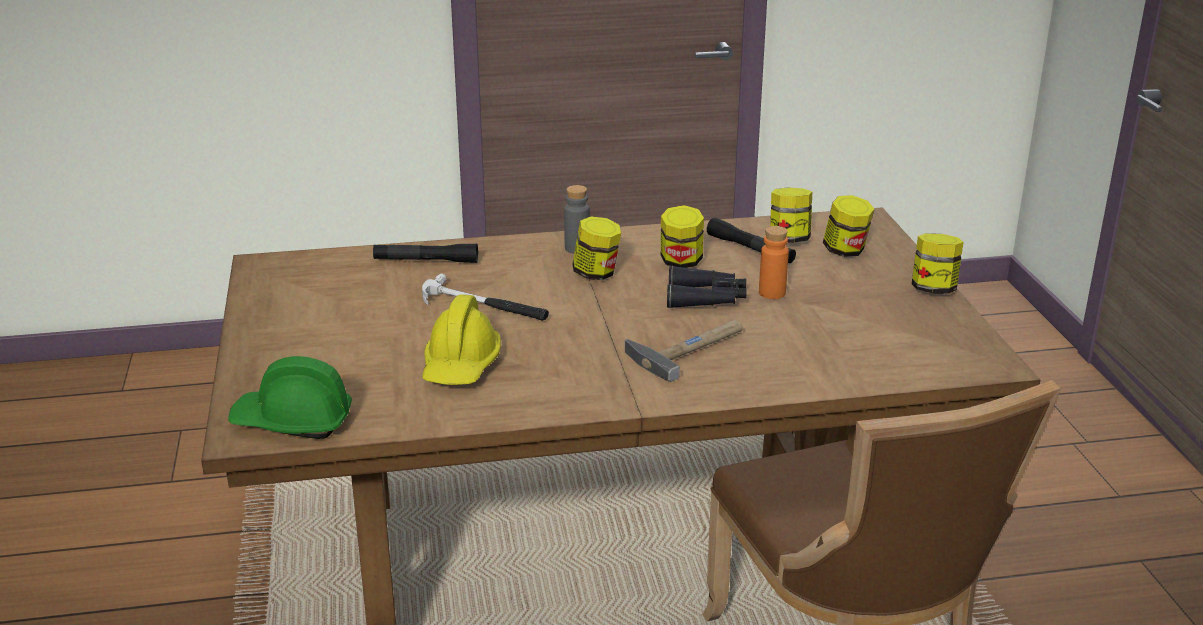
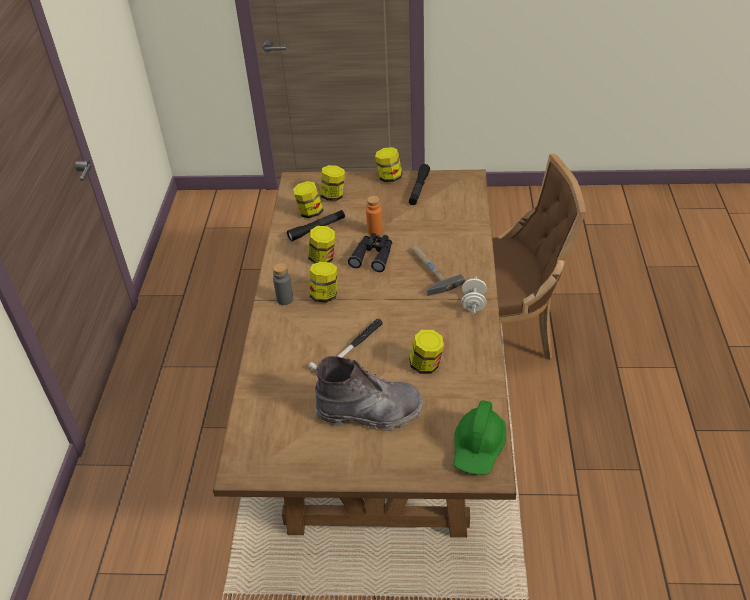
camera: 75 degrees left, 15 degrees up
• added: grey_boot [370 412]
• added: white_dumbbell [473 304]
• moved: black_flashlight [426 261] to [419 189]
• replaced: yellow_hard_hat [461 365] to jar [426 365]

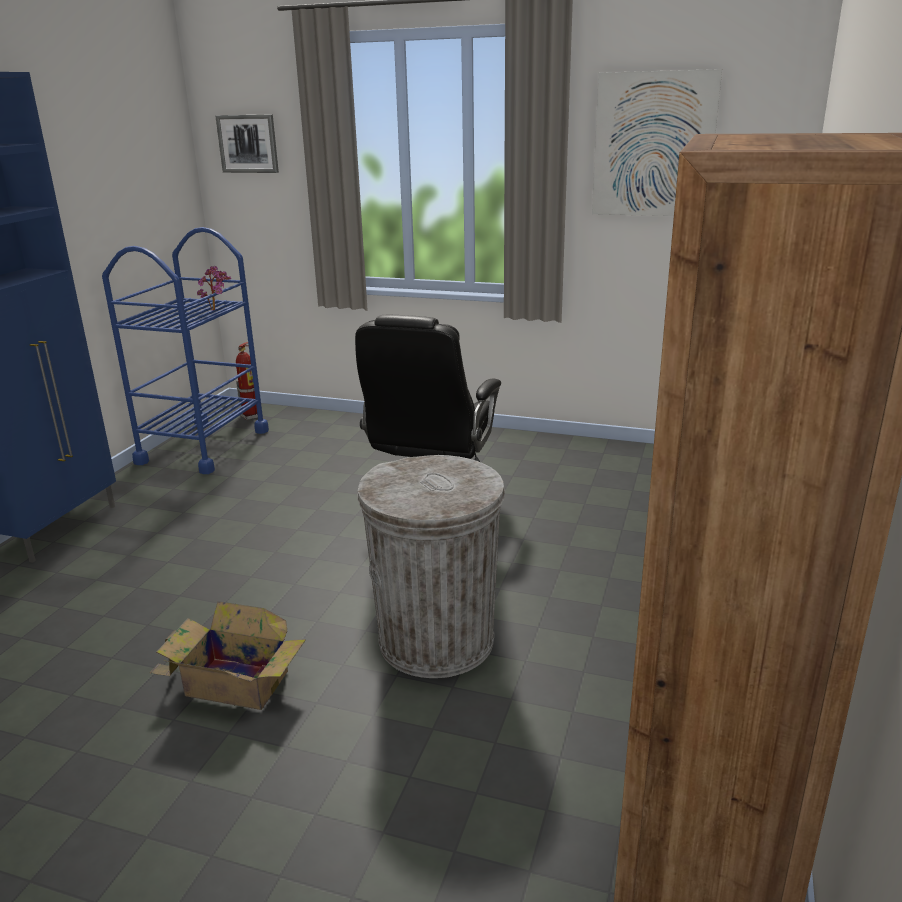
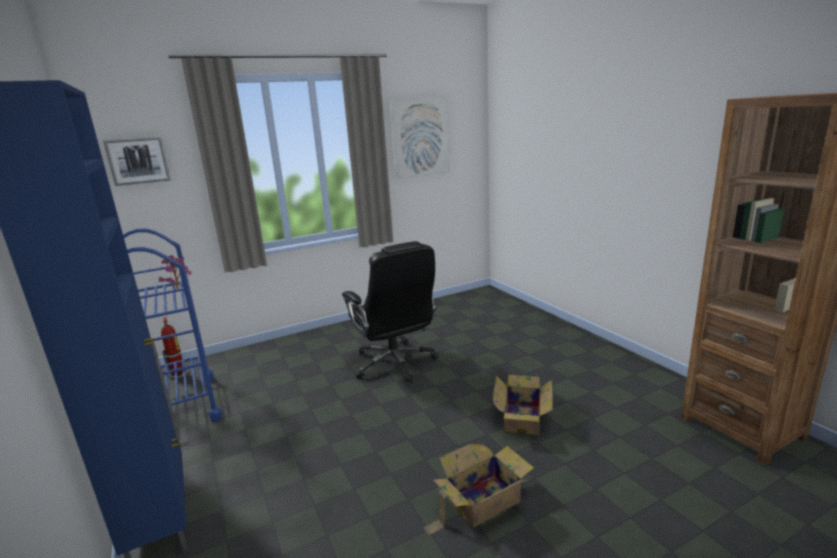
camera: 45 degrees left, 5 degrees down
• replaced: grey_trash_can [436 640] to cardboard_box [523 417]

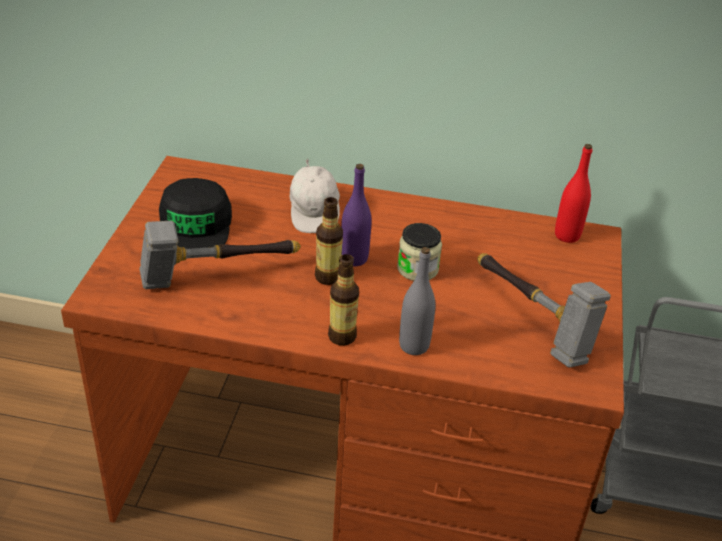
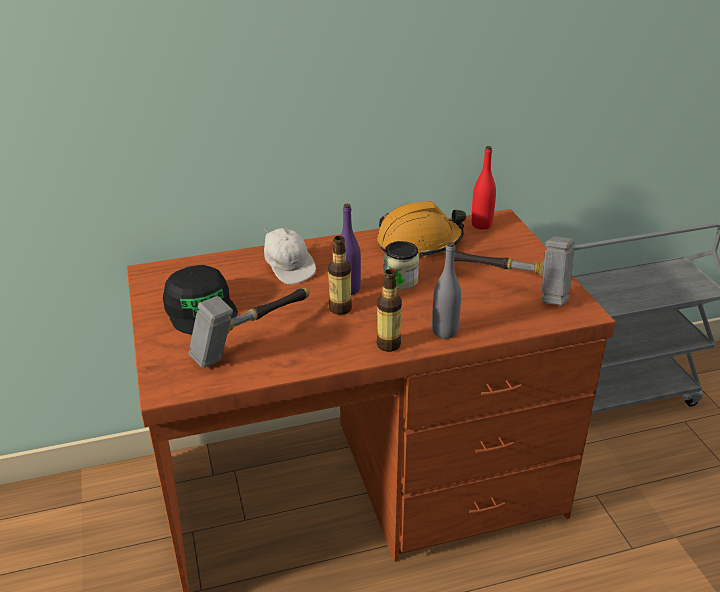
camera: 25 degrees left, 5 degrees down
• added: orange_hard_hat [419 242]

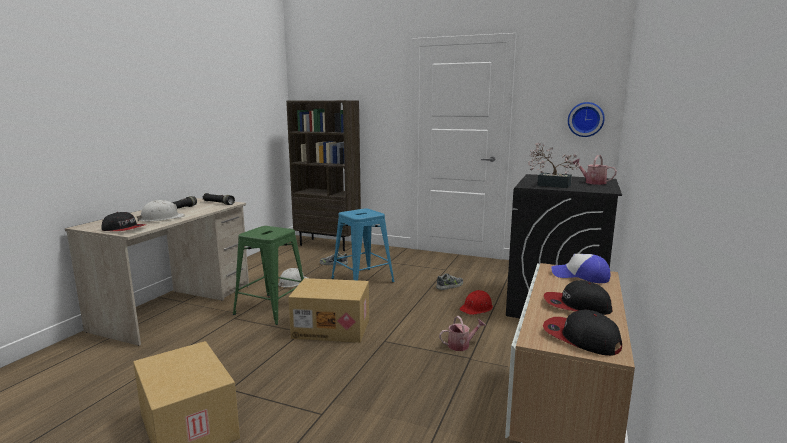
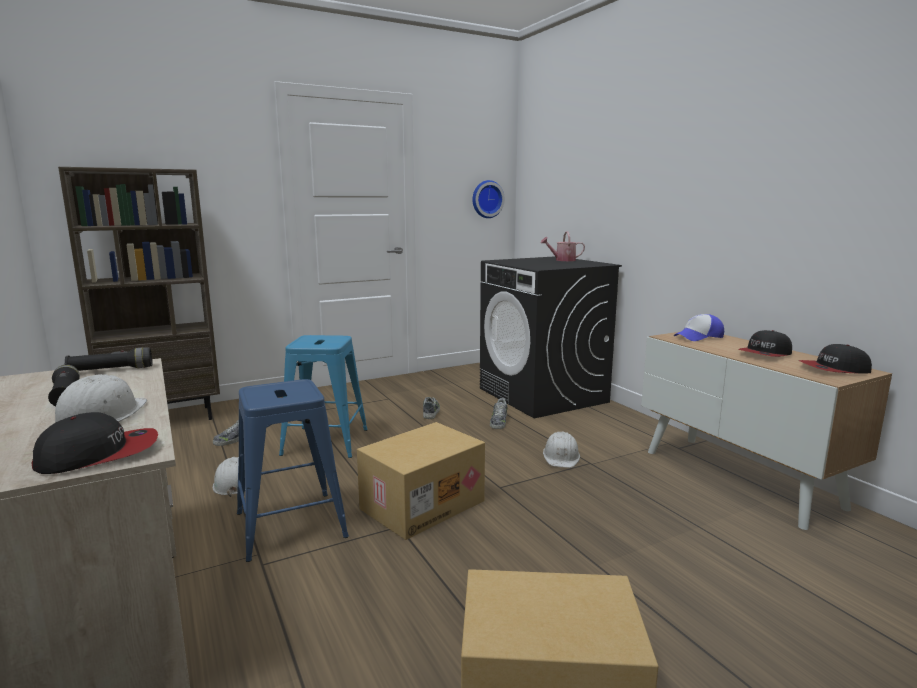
camera: 50 degrees left, 0 degrees up
• removed: potted_plant [549 185]
• replaced: watering_can [461 345] to white_hard_hat [561 456]
• replaced: red_hard_hat [477 308] to shoe [498 421]
• recoloured: green_stool [272 309] to blue_stool [290 524]

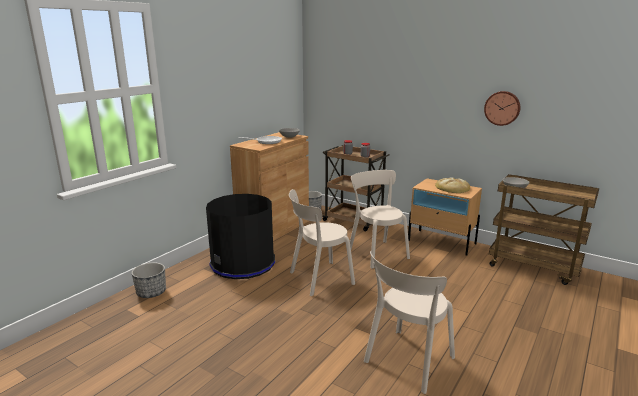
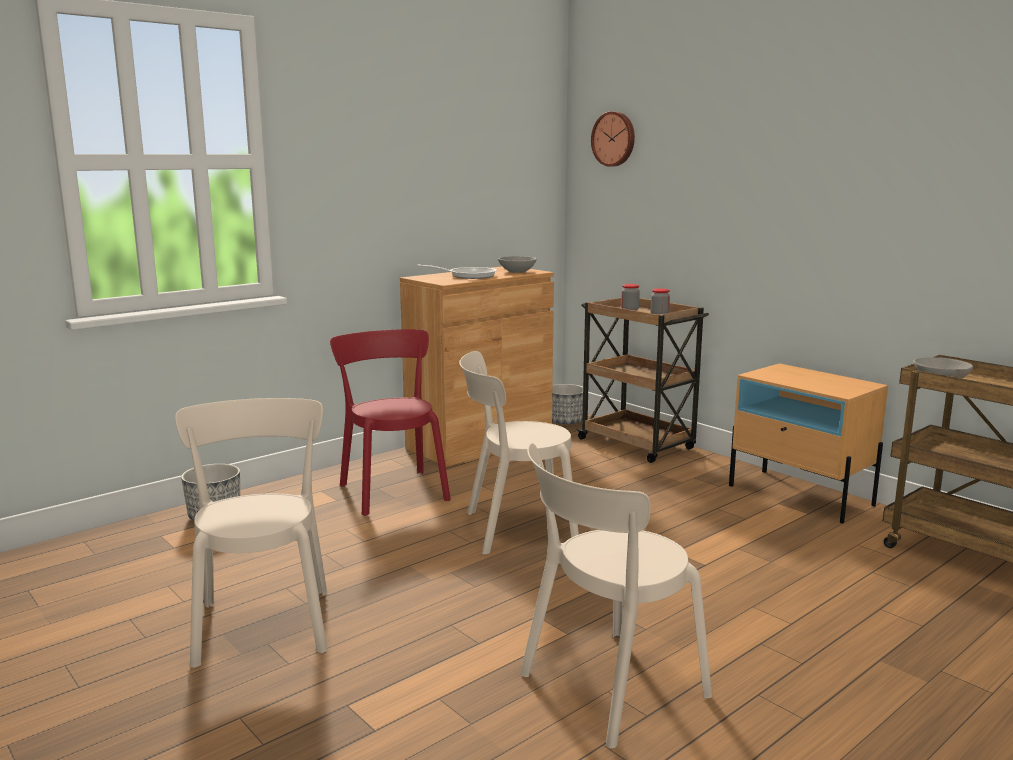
camera: 15 degrees right, 5 degrees down
• removed: bread [452 188]
• moved: beige_chair [376 253] to [264 622]
• moved: wall_clock [502 108] to [614 139]
• replaced: black_trash_can [243 263] to red_chair [392 490]

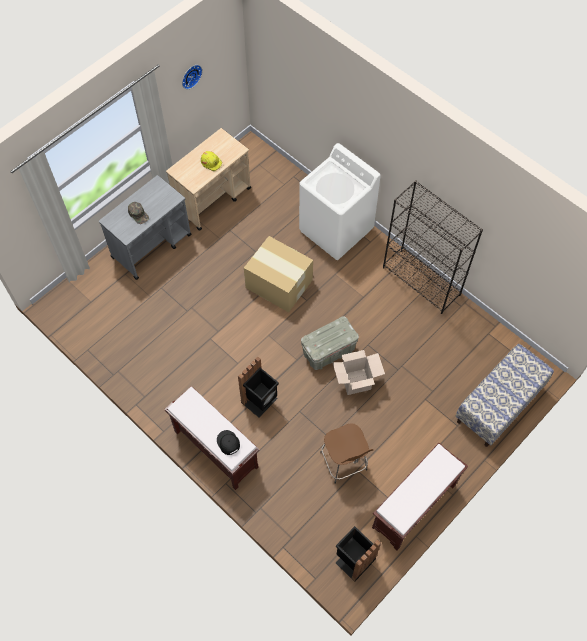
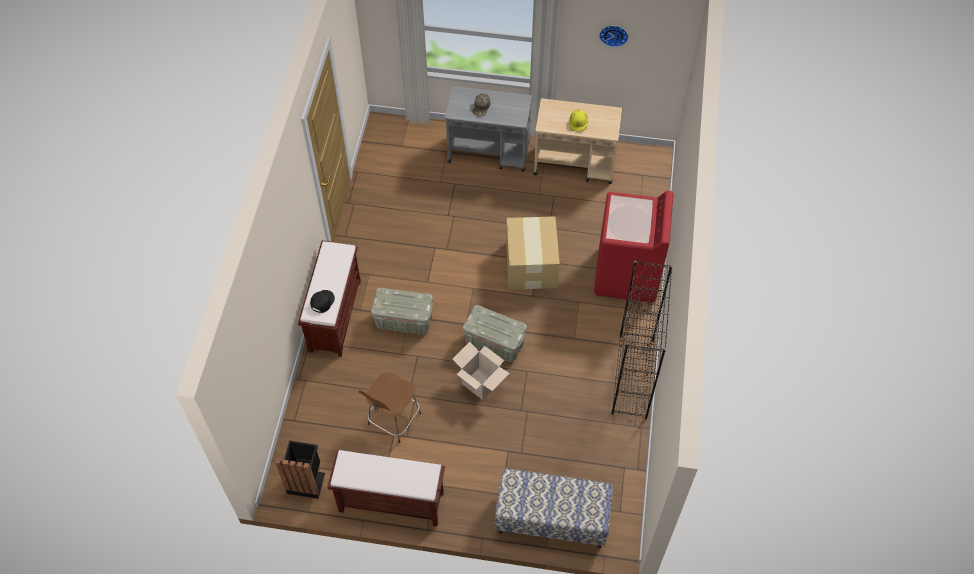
camera: 55 degrees right, 5 degrees down
• replaced: black_trash_can [260 401] to grey_storage_box [404 321]
• recoloured: white_washing_machine [336 230] to red_washing_machine [627 275]

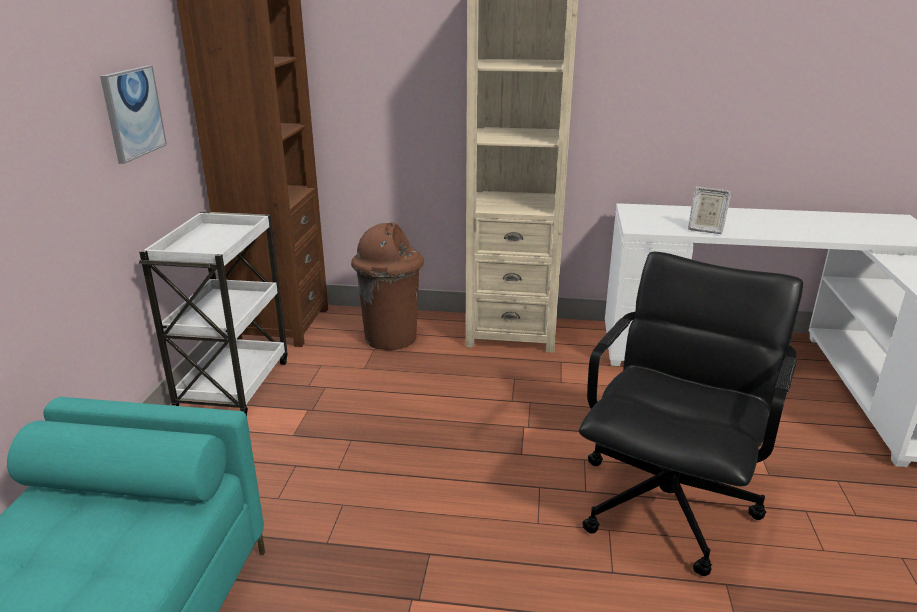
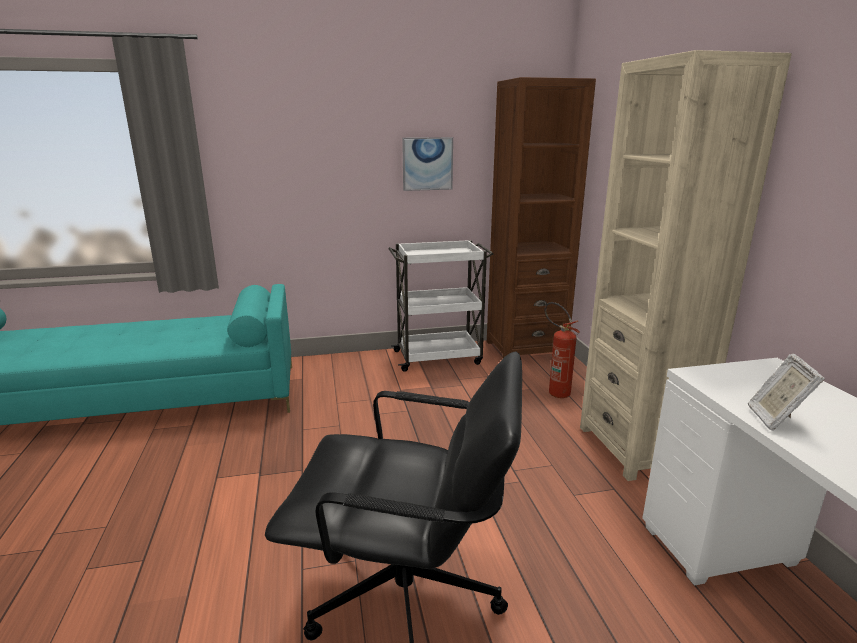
camera: 70 degrees right, 5 degrees down
• replaced: brown_trash_can [391 338] to fire_extinguisher [554 391]

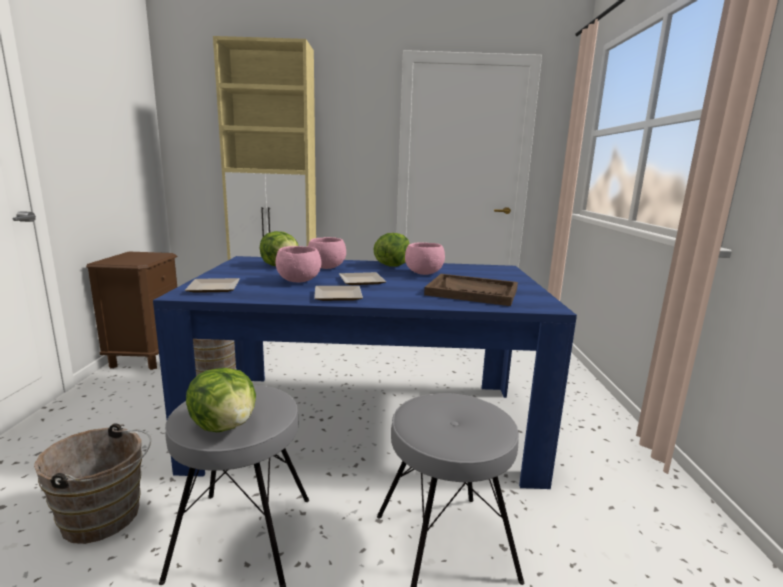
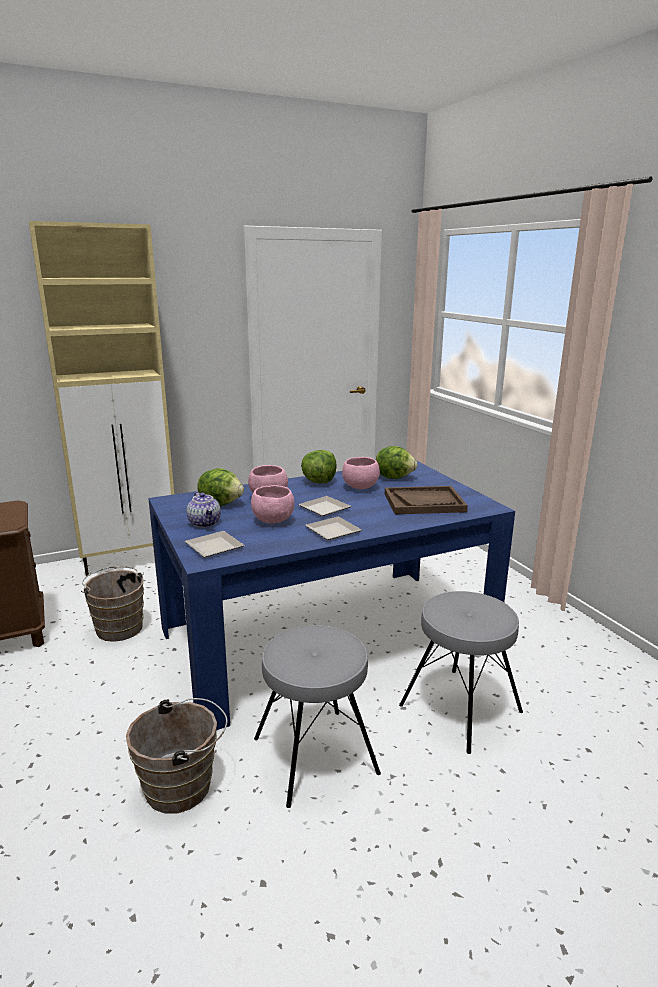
camera: 25 degrees left, 5 degrees up
• added: teapot [205 523]
• moved: lettuce [225 425] to [394 477]

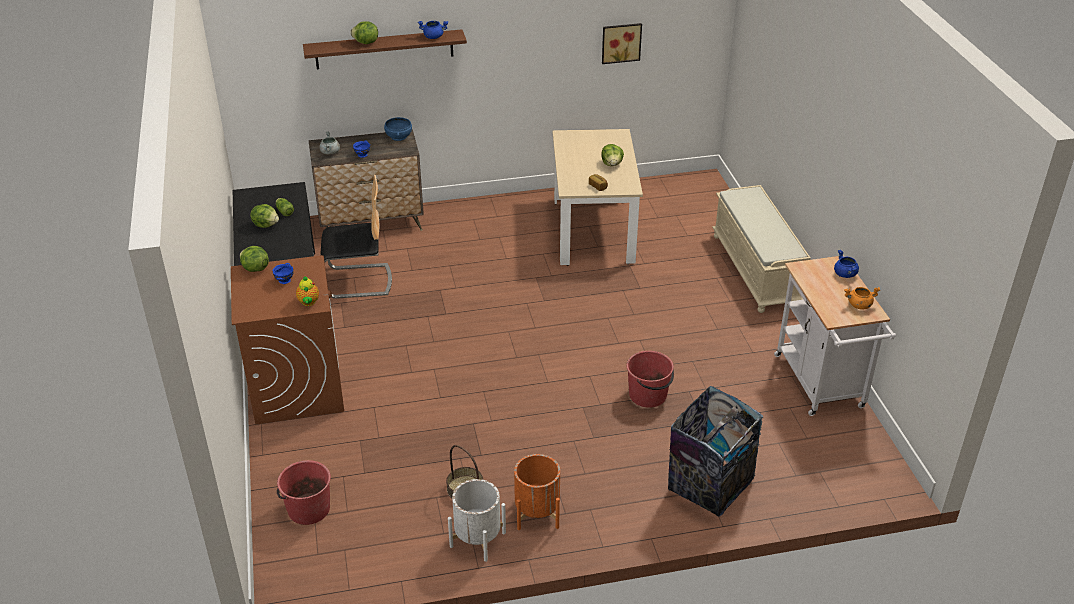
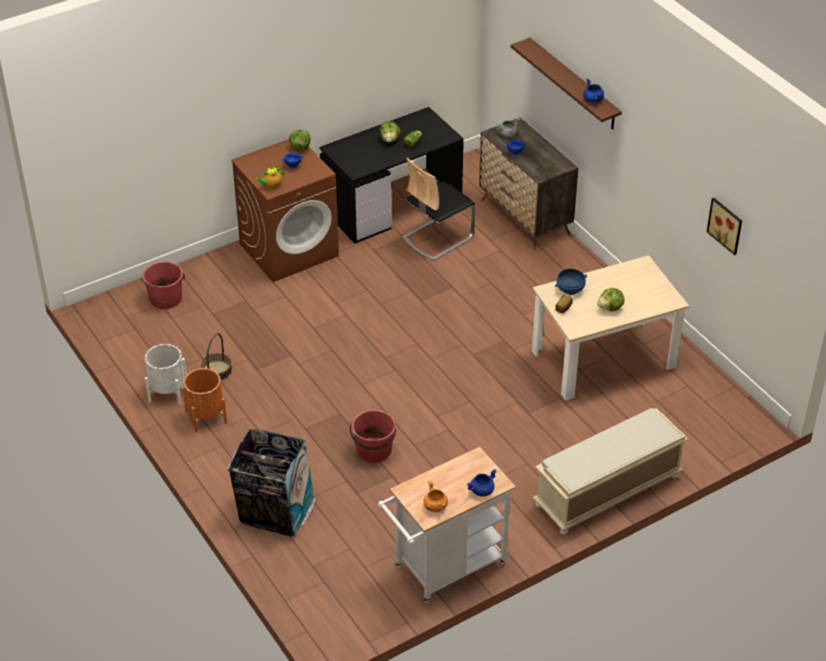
camera: 70 degrees right, 5 degrees up
• removed: lettuce [366 43]
• moved: blue_bowl [398 137] to [570 289]
• turned: chair [358 281] = [437 237] 75 degrees clockwise

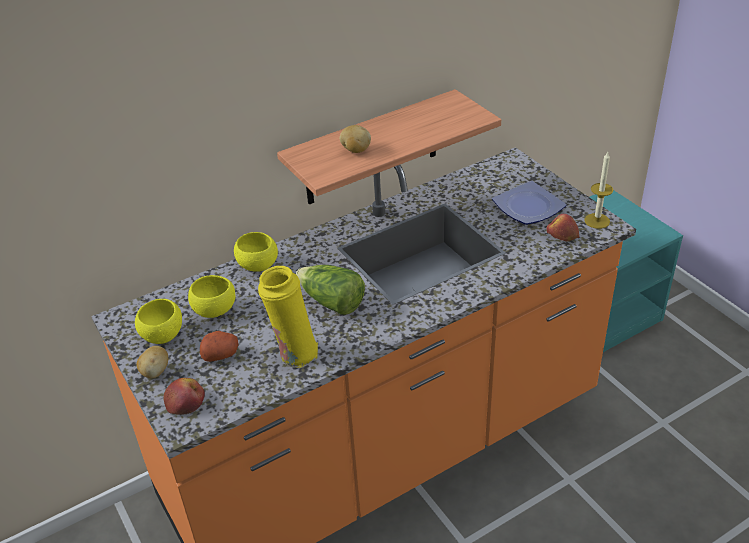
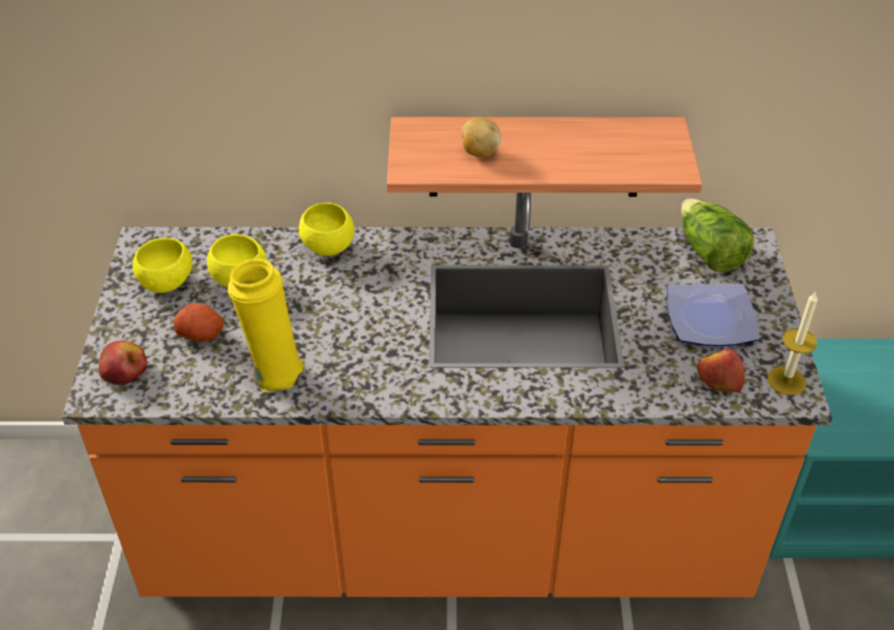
camera: 30 degrees right, 5 degrees up
• removed: potato [155 372]
• moved: lettuce [332 302] to [709 252]

